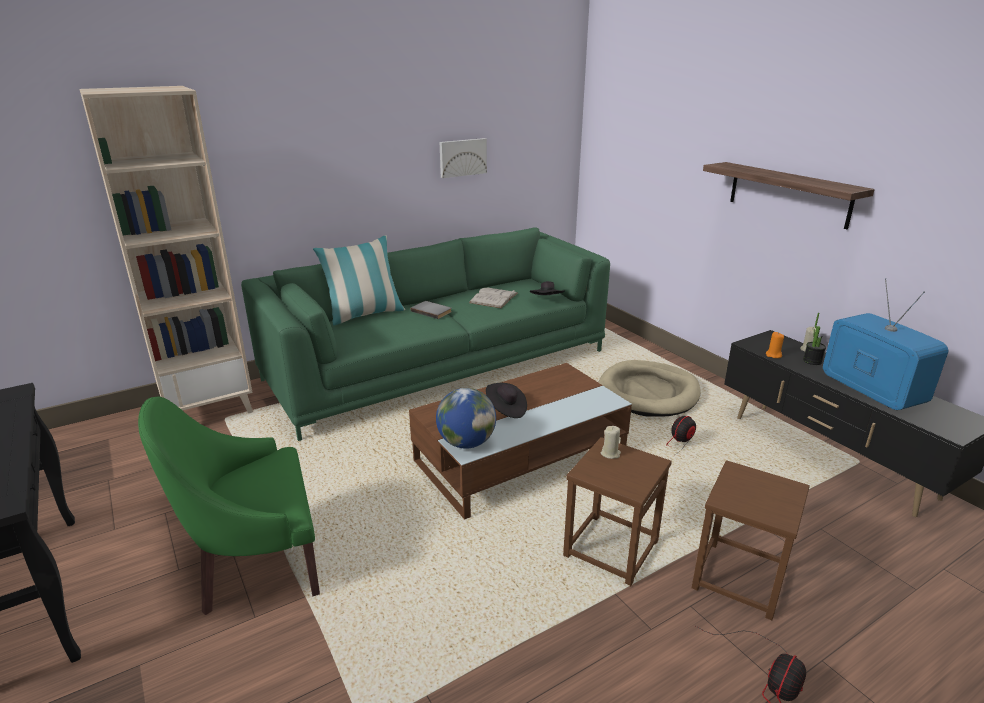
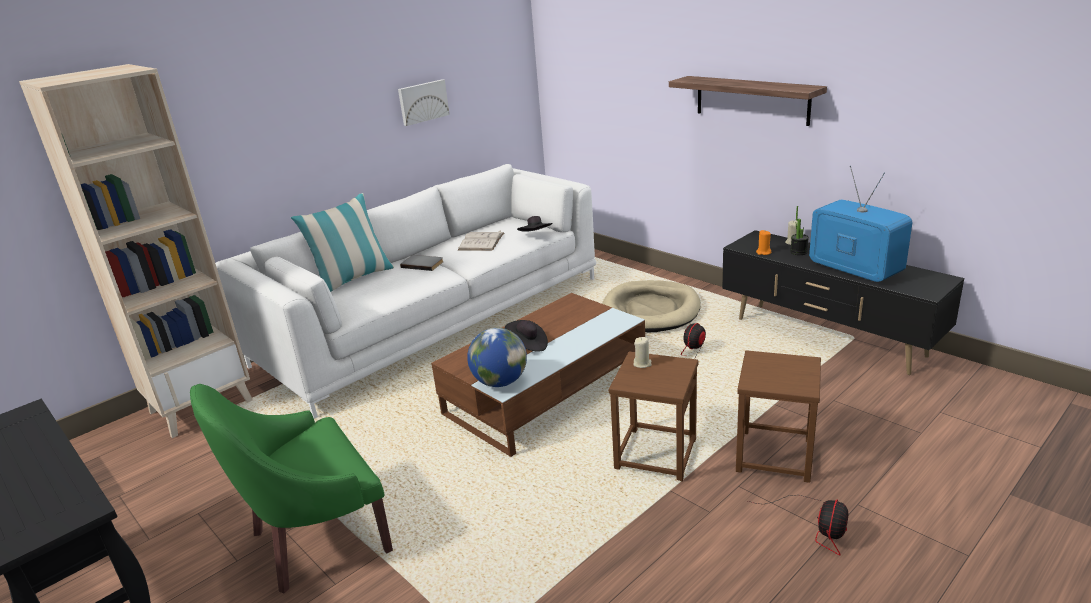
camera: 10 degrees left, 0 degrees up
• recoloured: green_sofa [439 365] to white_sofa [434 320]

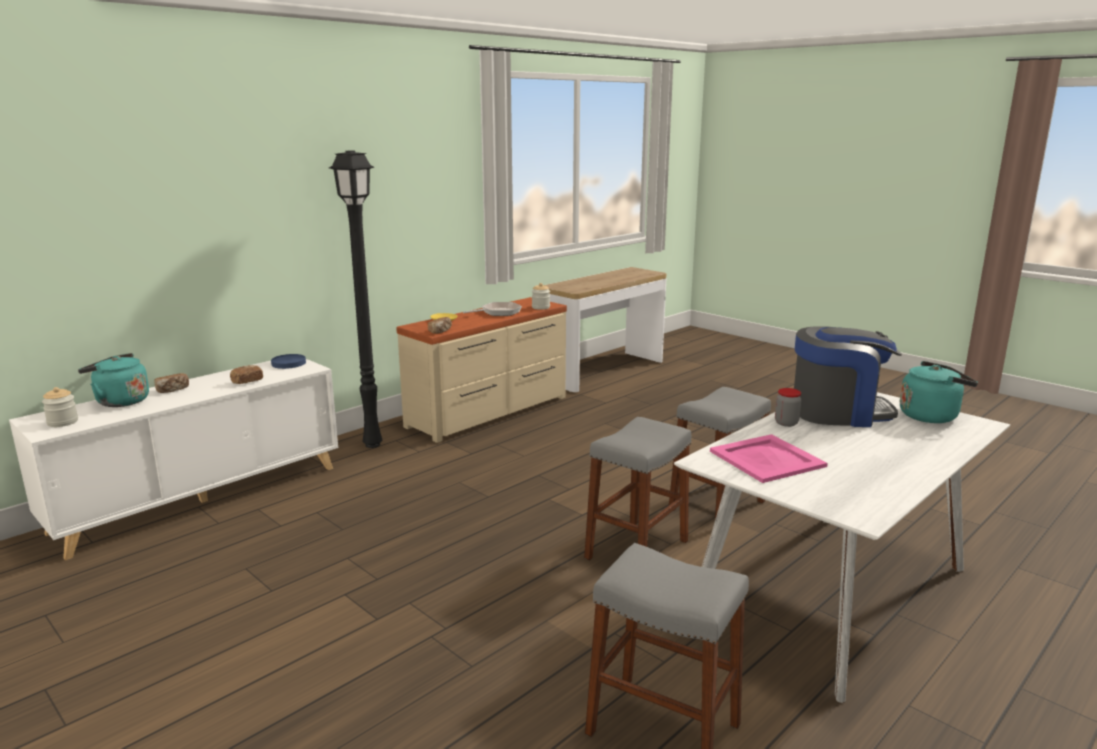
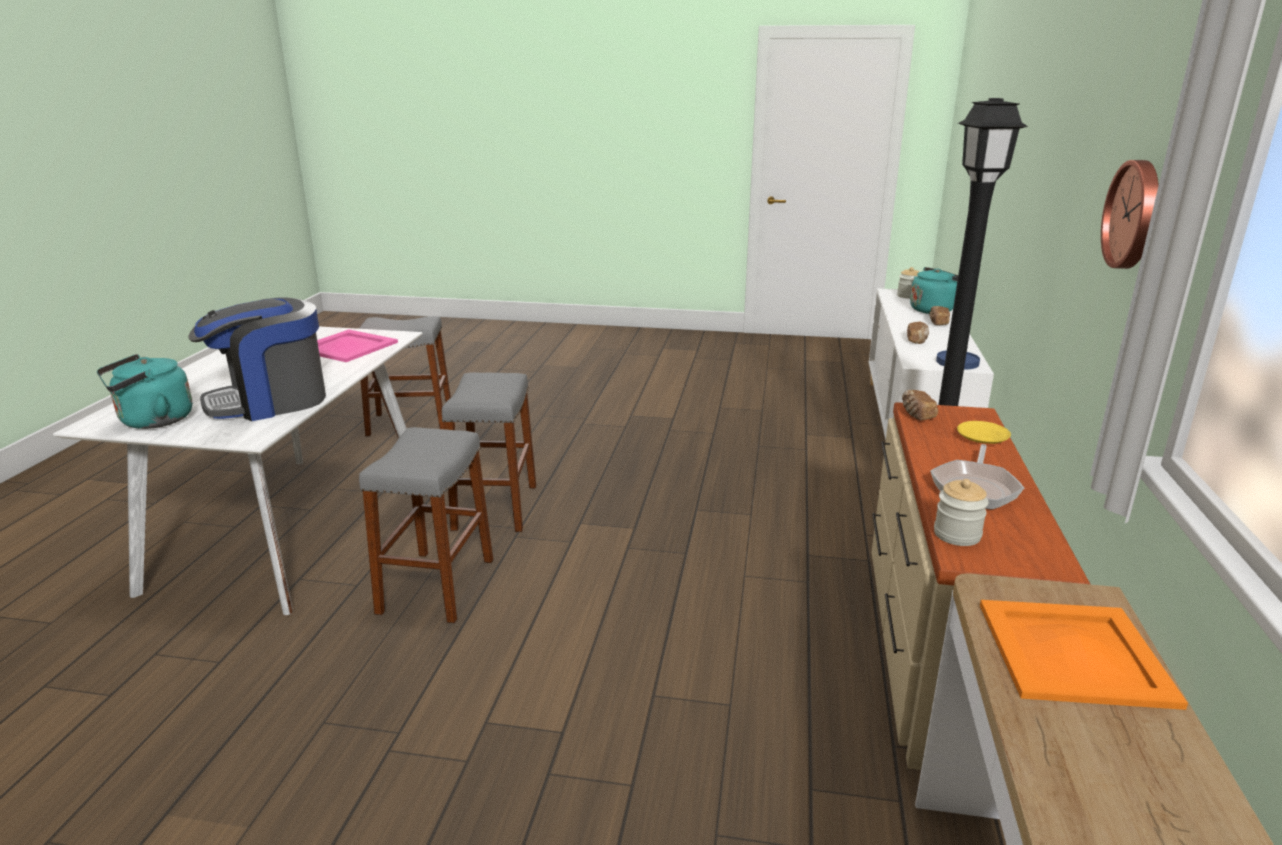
camera: 145 degrees right, 5 degrees up
• removed: jar [786 423]
• added: orange_tray [1075 654]
• added: wall_clock [1135 215]

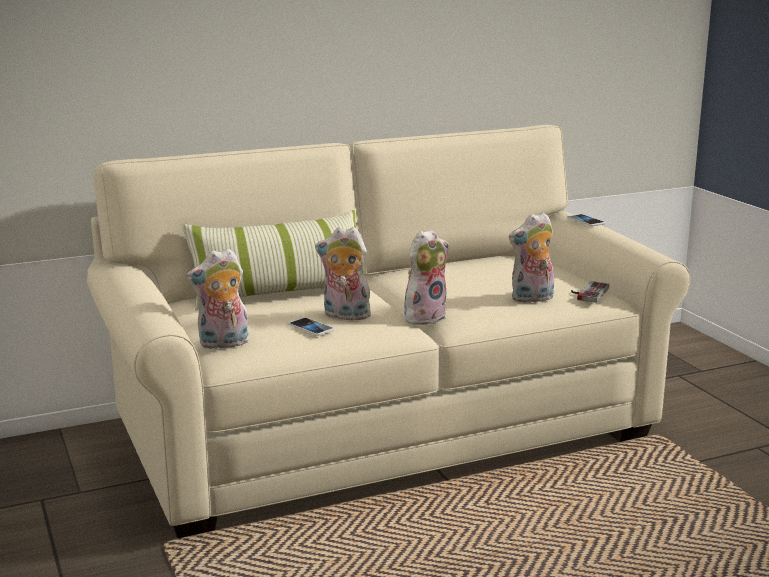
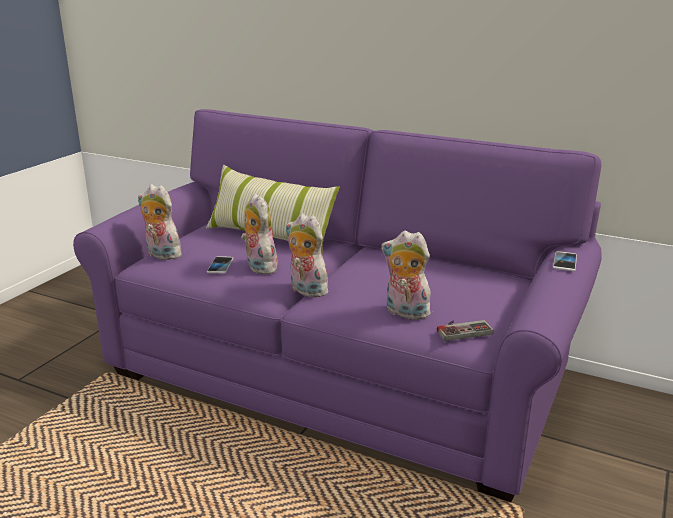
camera: 50 degrees right, 5 degrees up
• recoloured: beige_sofa [385 431] to purple_sofa [337 376]
• turned: plush_toy [424 317] = [306 291] 150 degrees counterclockwise

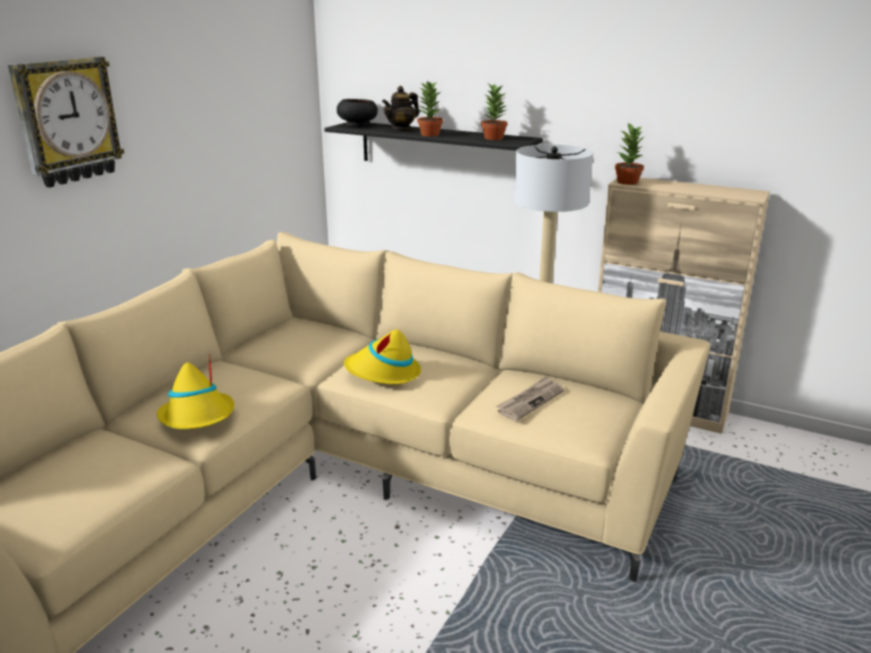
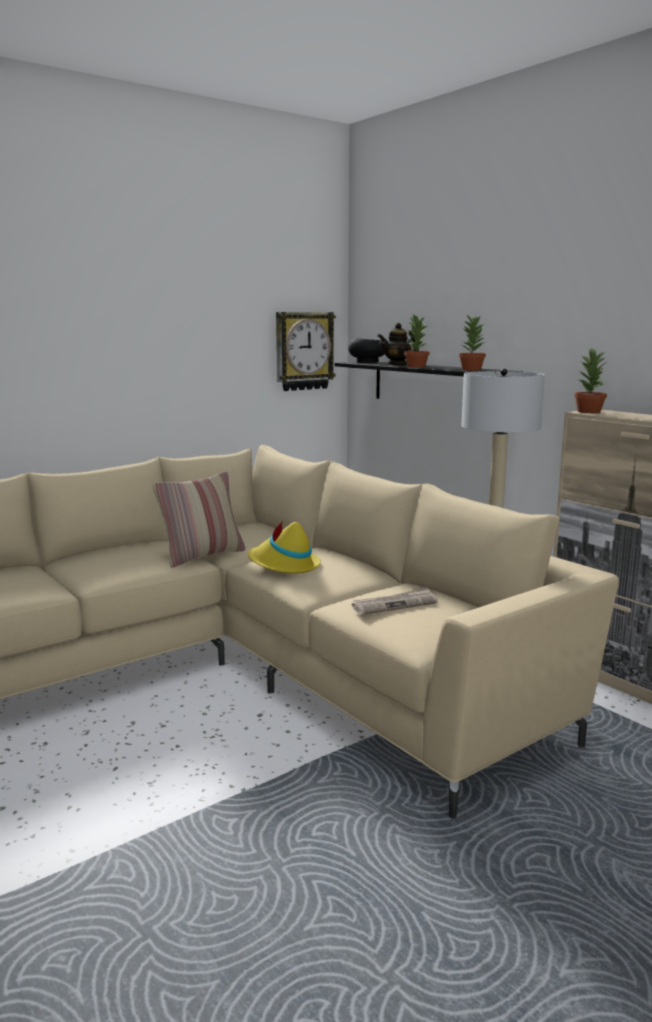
camera: 25 degrees right, 10 degrees down
• removed: yellow_hat [198 417]
• added: pillow [202 556]
• moved: wall_clock [67 121] to [303 351]

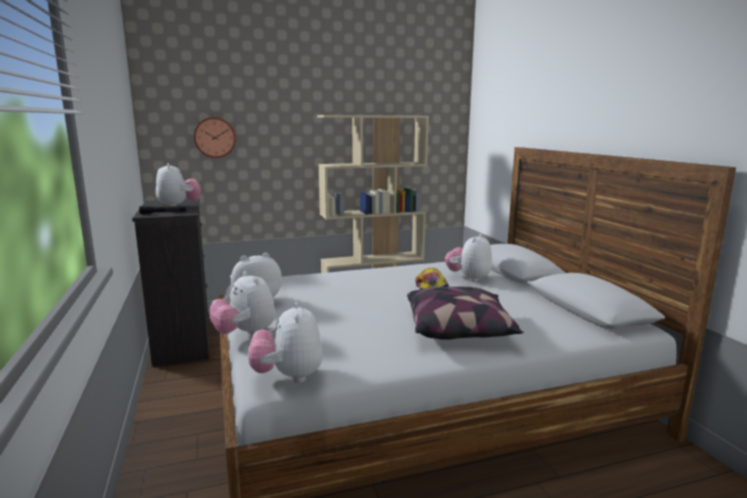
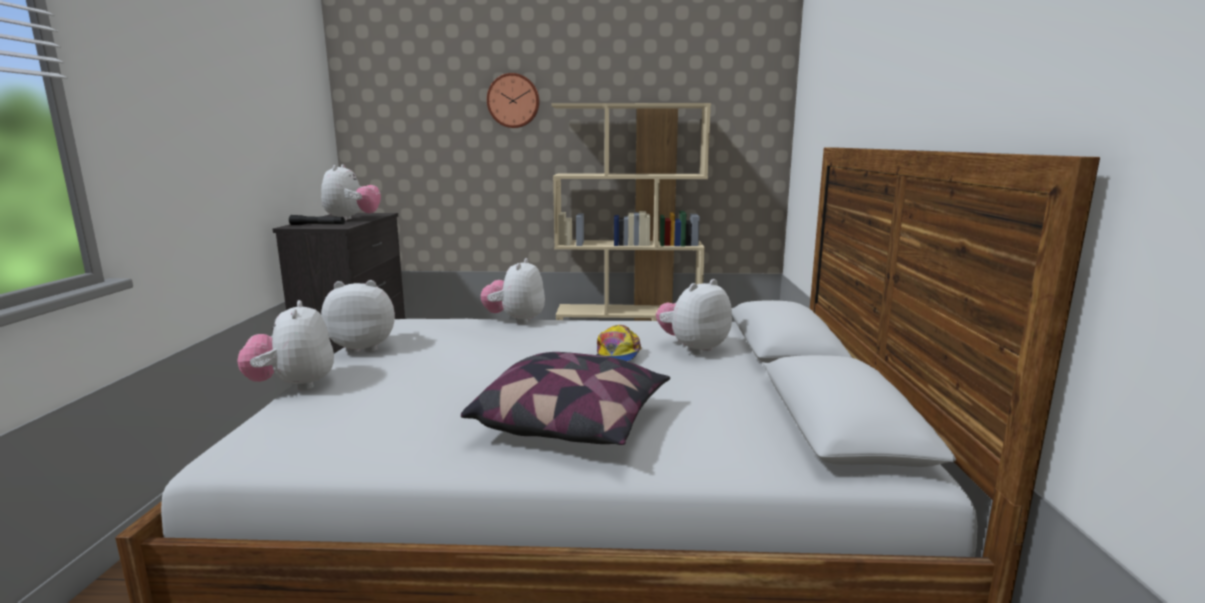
camera: 20 degrees right, 0 degrees up
• moved: wall_clock [214 137] to [513 101]
• moved: plush_toy [288 376] to [515 320]

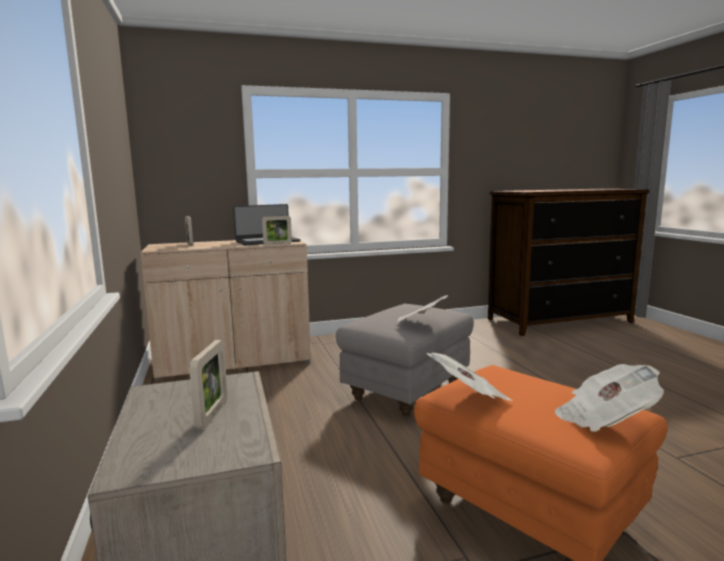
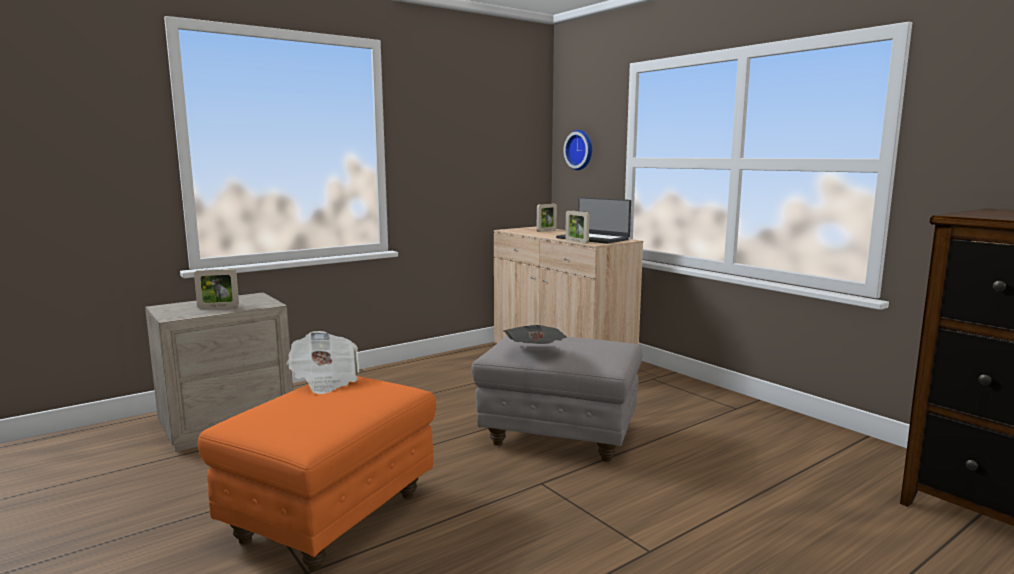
camera: 70 degrees right, 0 degrees up
• removed: newspaper [604 418]
• added: wall_clock [580 150]

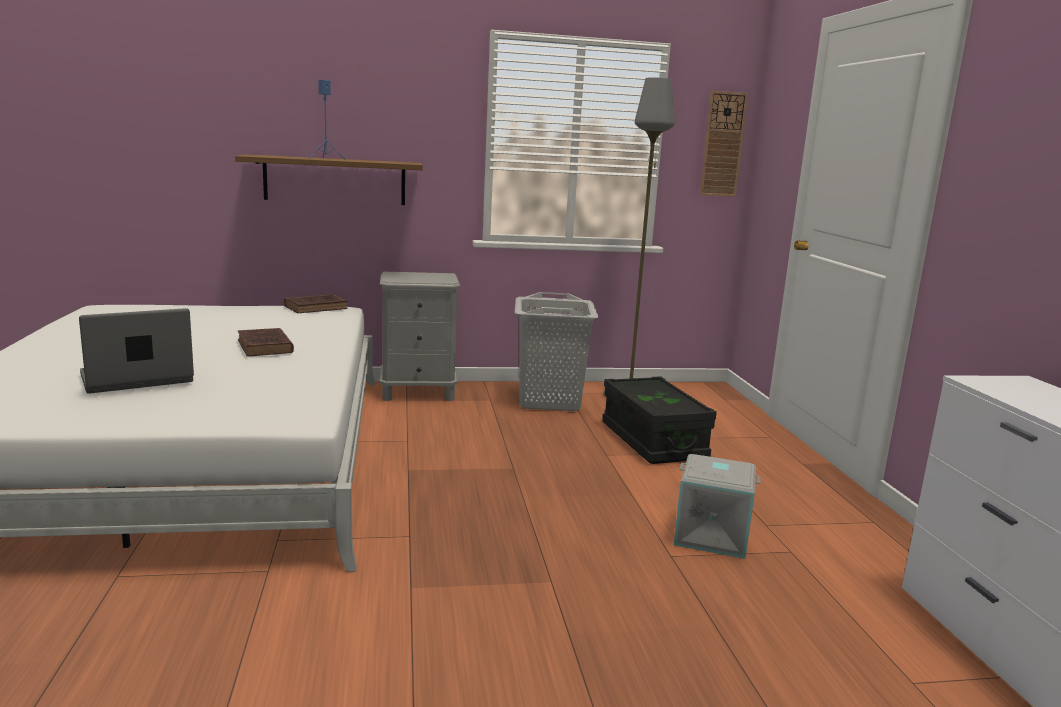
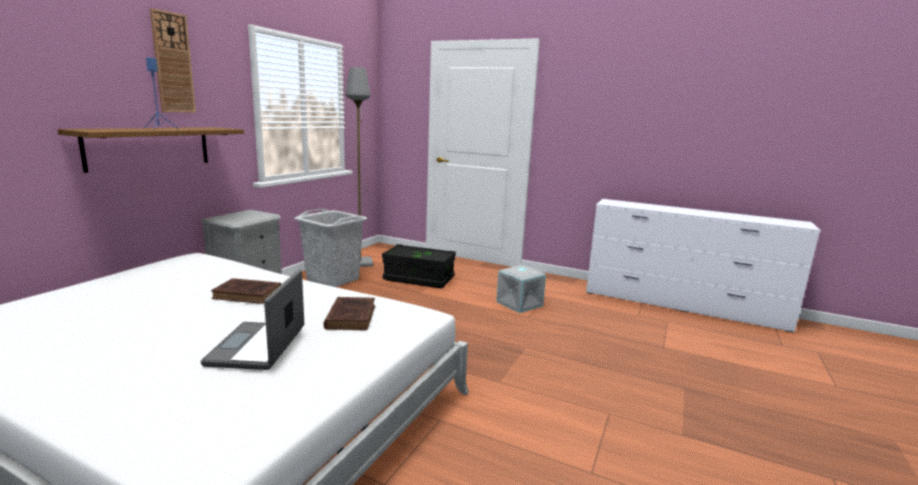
camera: 55 degrees left, 0 degrees up
• moved: brown_book [317 307] to [351 316]
• moved: wall_clock [722 144] to [173 63]

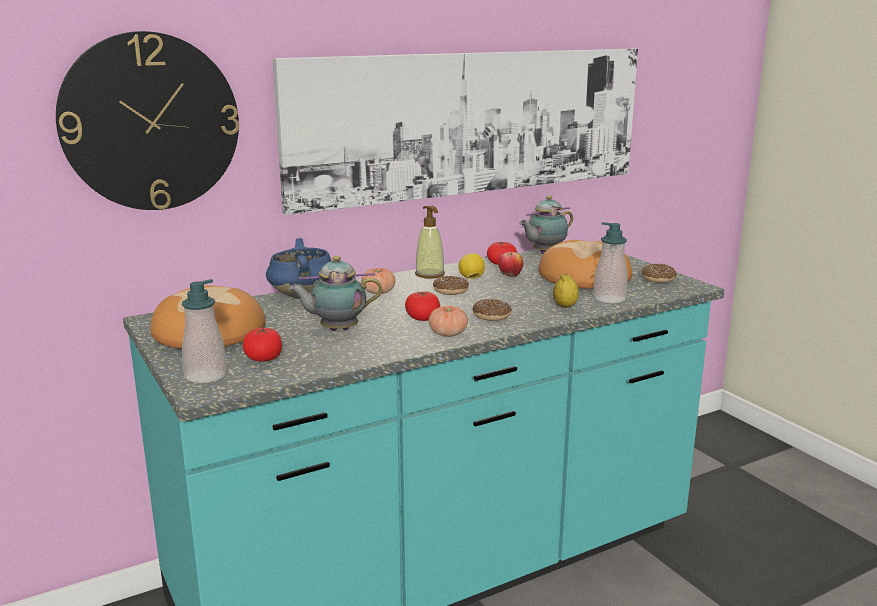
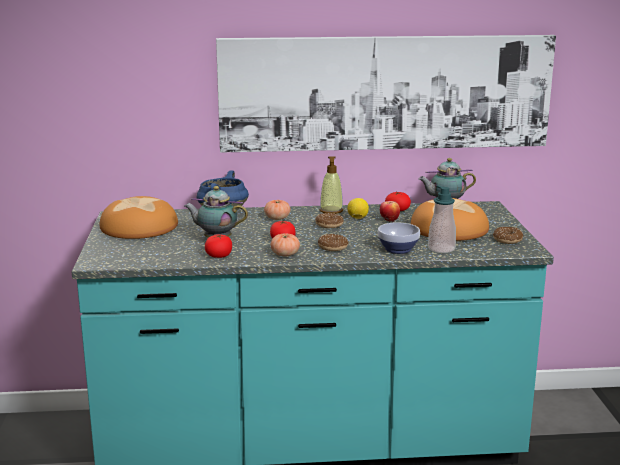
camera: 25 degrees right, 0 degrees up
• removed: wall_clock [150 122]
• removed: soap_dispenser [206 376]
• moved: tomato [263 358] to [219 255]
• replaced: lemon [565 306] to bowl [397 249]

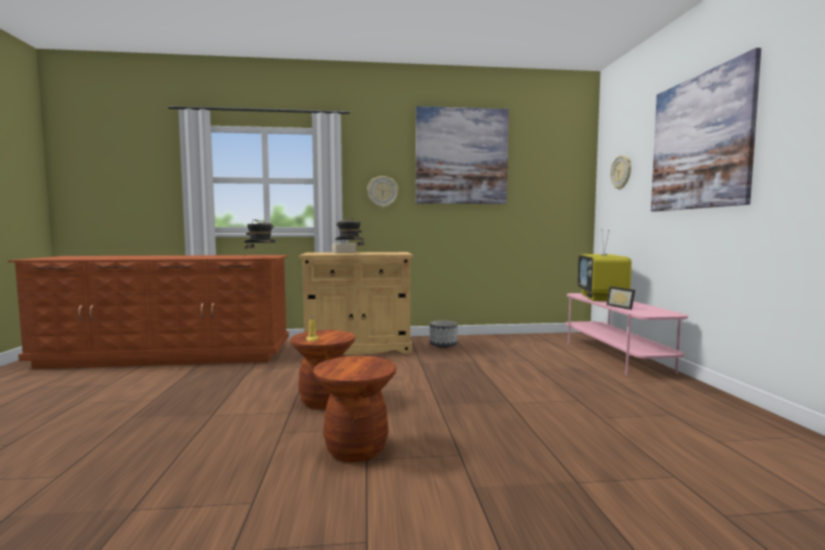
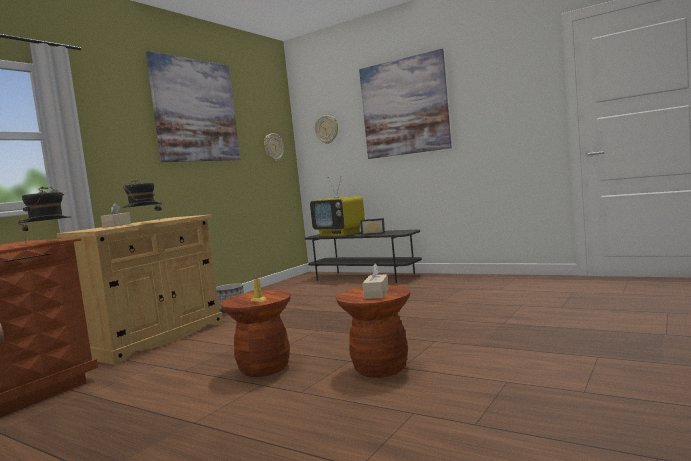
camera: 50 degrees left, 0 degrees up
• added: beige_tissue_box [376 294]
• moved: wall_clock [382 192] to [273 147]
• recoloured: pink_tv_stand [616 356] to grey_tv_stand [365 277]

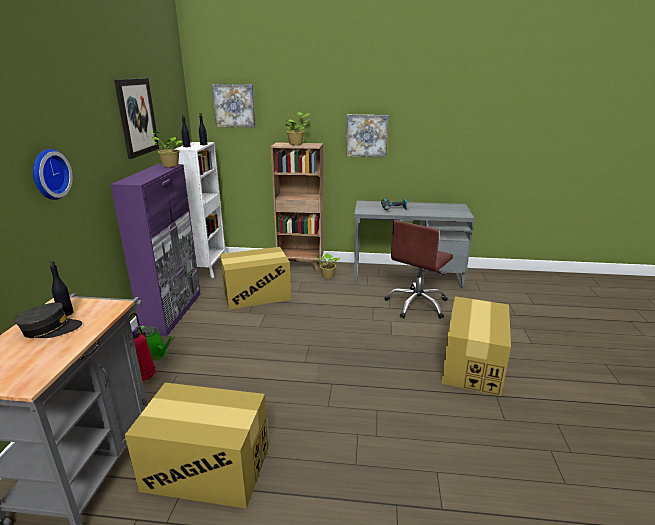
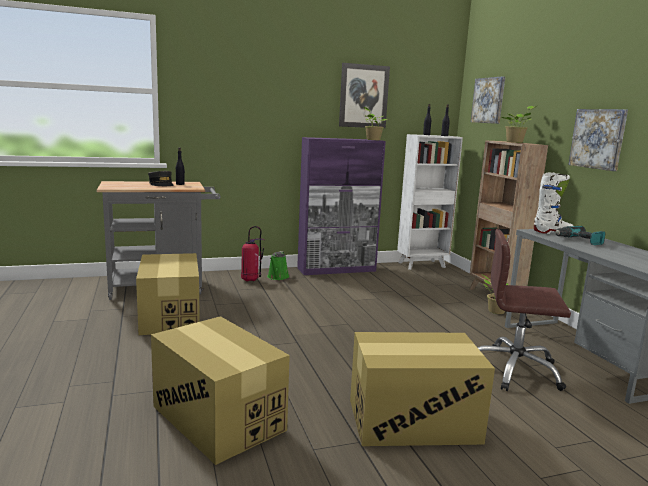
camera: 65 degrees right, 10 degrees down
• removed: wall_clock [48 174]
• added: white_boot [553 232]
• moved: cardboard_box [256 295] to [218 418]

